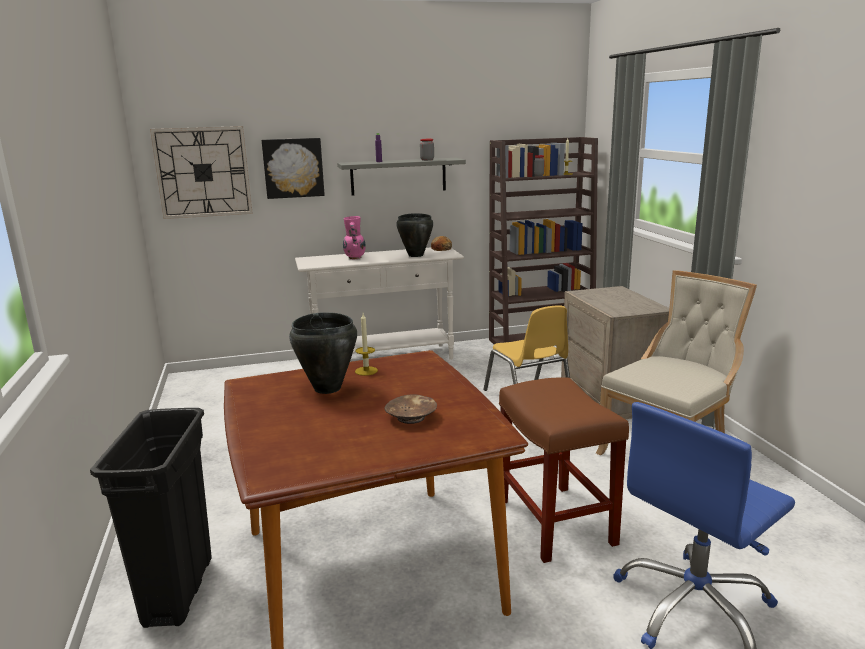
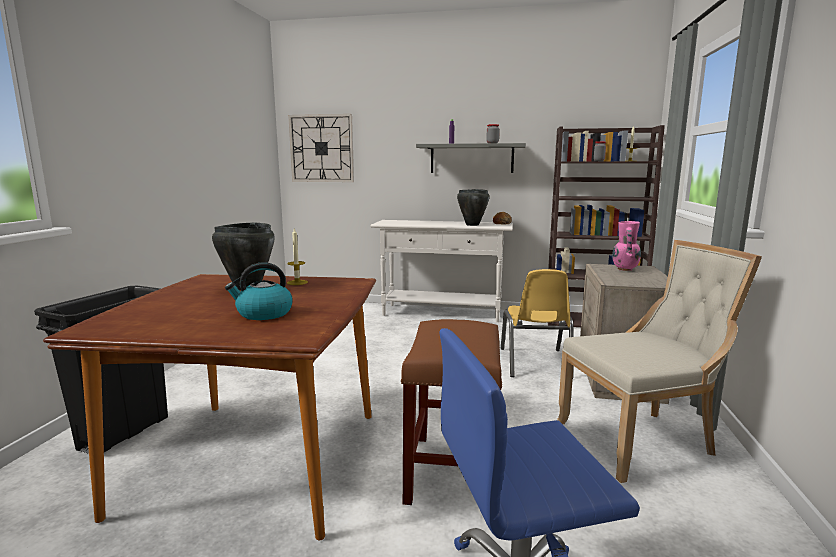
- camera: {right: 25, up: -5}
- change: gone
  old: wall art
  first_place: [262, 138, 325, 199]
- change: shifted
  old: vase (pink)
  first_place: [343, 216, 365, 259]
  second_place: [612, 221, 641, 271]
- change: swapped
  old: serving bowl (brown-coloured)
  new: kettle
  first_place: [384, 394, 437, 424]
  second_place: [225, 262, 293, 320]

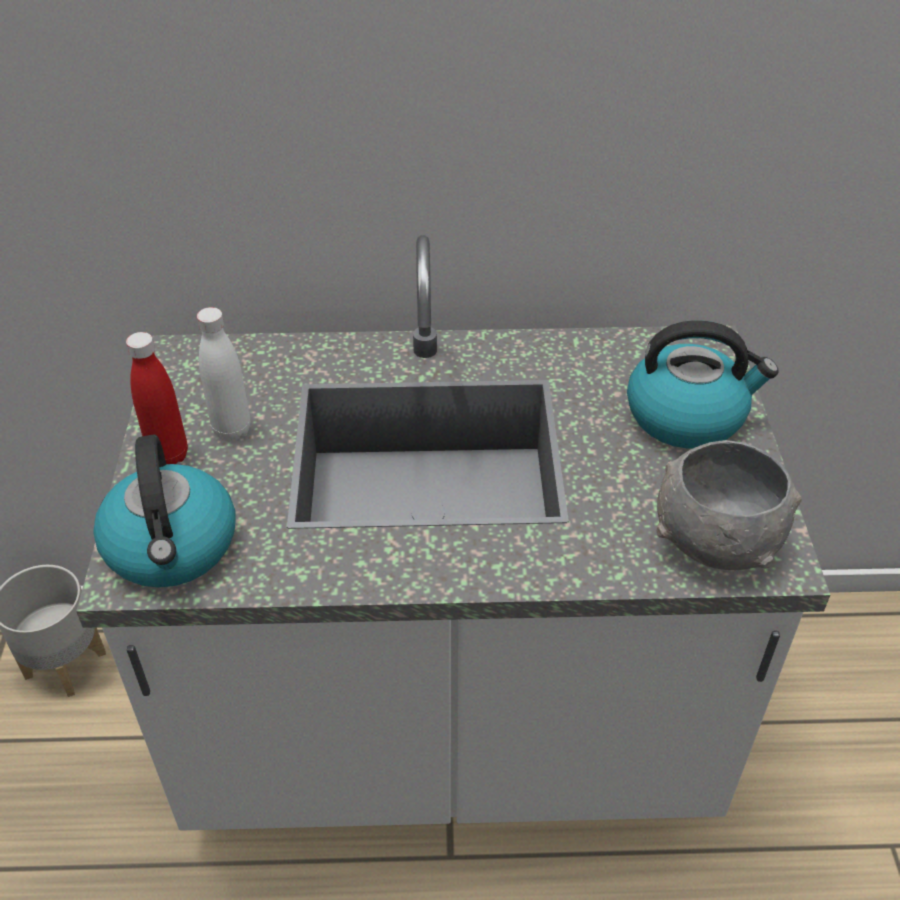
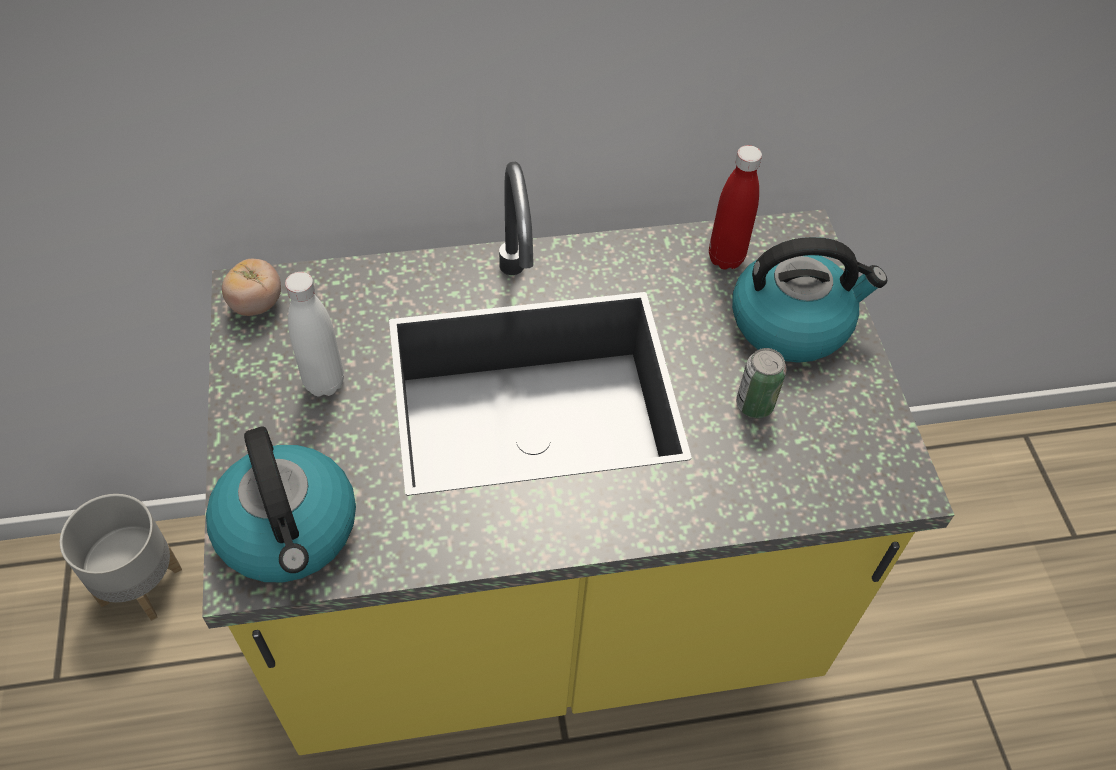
- camera: {right: -10, up: 10}
- change: repainted
  old: counter (white)
  new: counter (yellowish)
  first_place: [76, 235, 830, 831]
  second_place: [202, 162, 954, 755]
- change: shifted
  old: drink bottle (red-coloured)
  first_place: [126, 332, 188, 464]
  second_place: [709, 145, 762, 270]
- change: gone
  old: serving bowl (gray)
  first_place: [657, 440, 802, 570]
- change: new
  new: whole tomato
  second_place: [222, 259, 281, 316]
- change: new
  new: sealed can
  second_place: [736, 348, 787, 418]

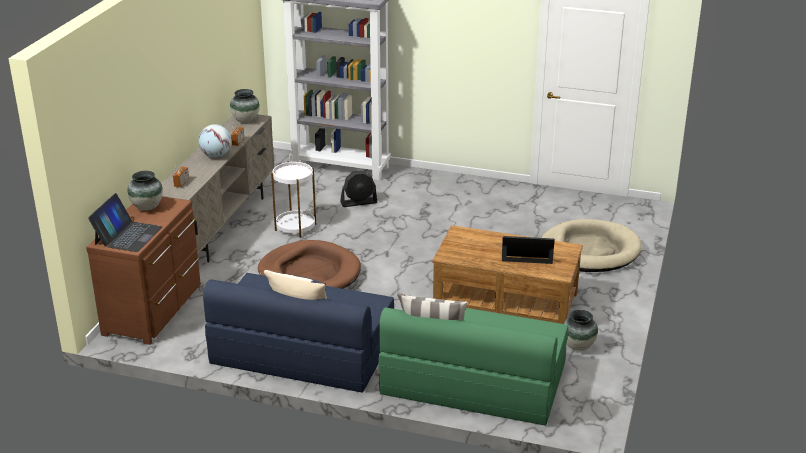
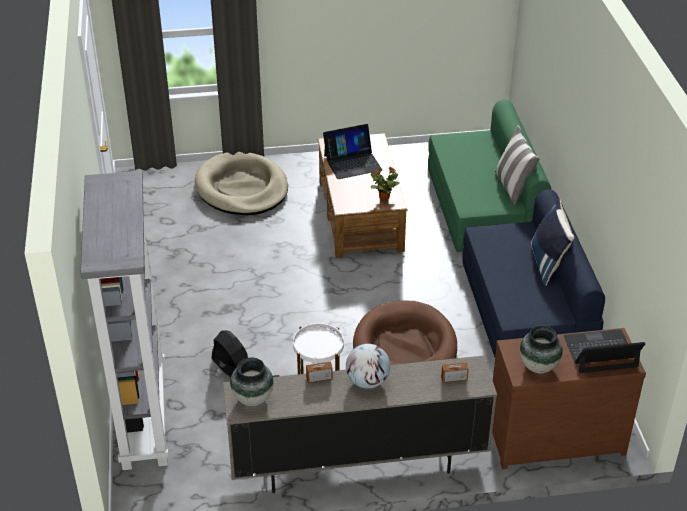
- camera: {right: -115, up: 10}
- change: rotated
  old: laptop
  first_place: [502, 236, 555, 264]
  second_place: [323, 124, 382, 179]
  degrees: -90
- change: gone
  old: vase
  first_place: [564, 310, 598, 351]
- change: new
  new: houseplant
  second_place: [371, 167, 400, 200]

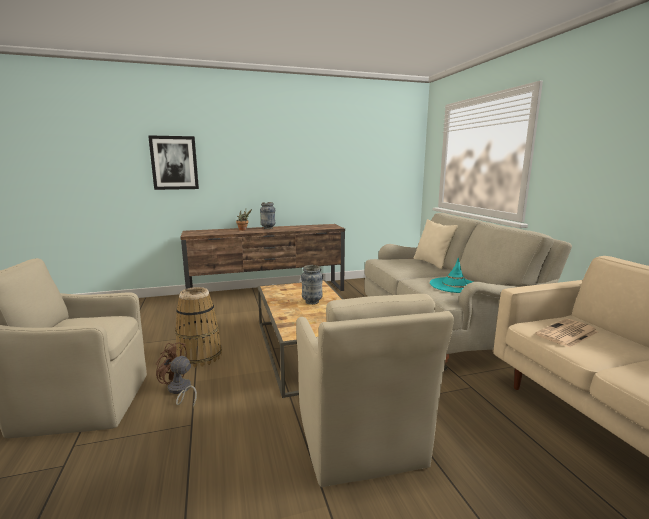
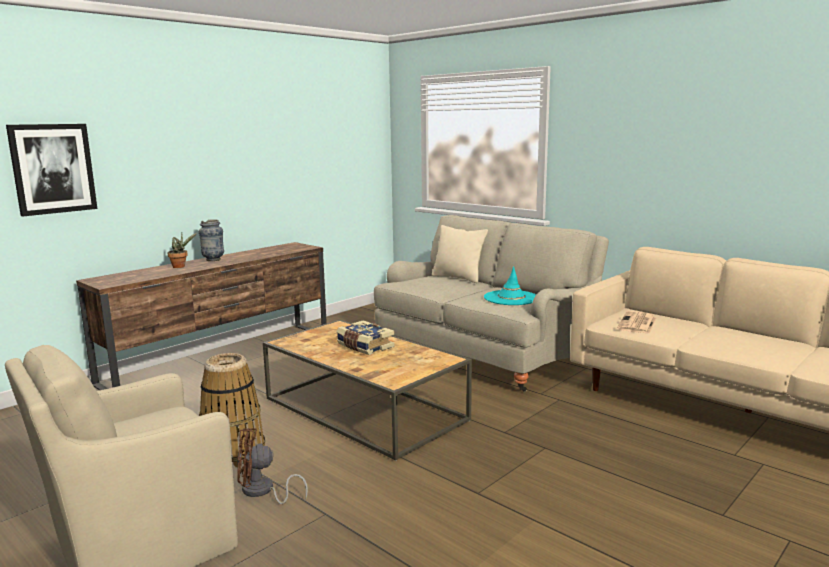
- camera: {right: -30, up: 0}
- change: gone
  old: easy chair (beige)
  first_place: [296, 294, 454, 487]
- change: swapped
  old: vase
  new: book
  first_place: [301, 265, 323, 305]
  second_place: [337, 320, 395, 355]

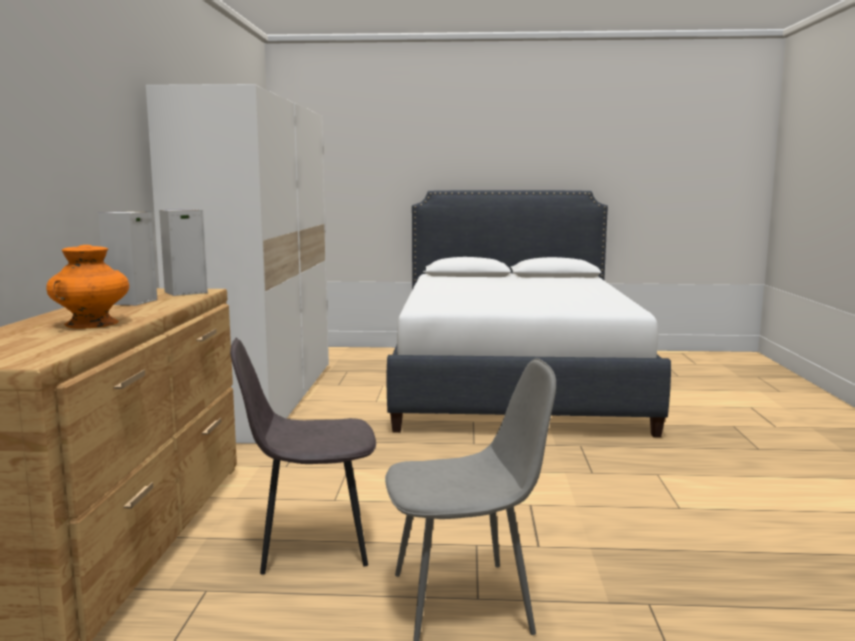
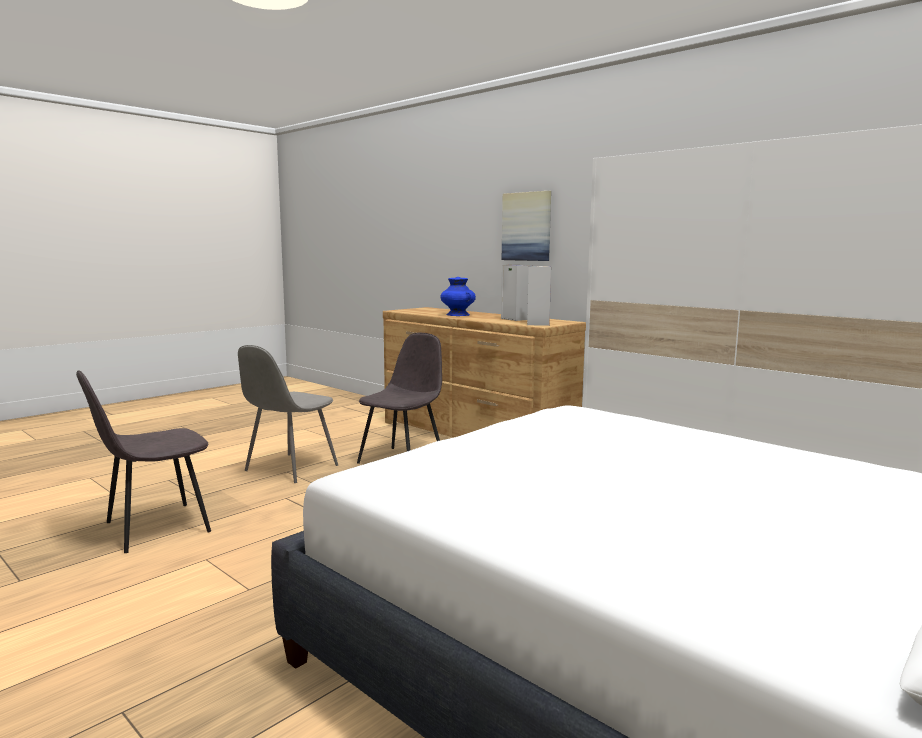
- camera: {right: 130, up: 0}
- change: repainted
  old: vase (orange-coloured)
  new: vase (blue-coloured)
  first_place: [46, 245, 129, 329]
  second_place: [440, 277, 476, 316]
- change: new
  new: upright chair (gray)
  second_place: [76, 370, 211, 553]
- change: new
  new: wall art
  second_place: [502, 191, 551, 261]

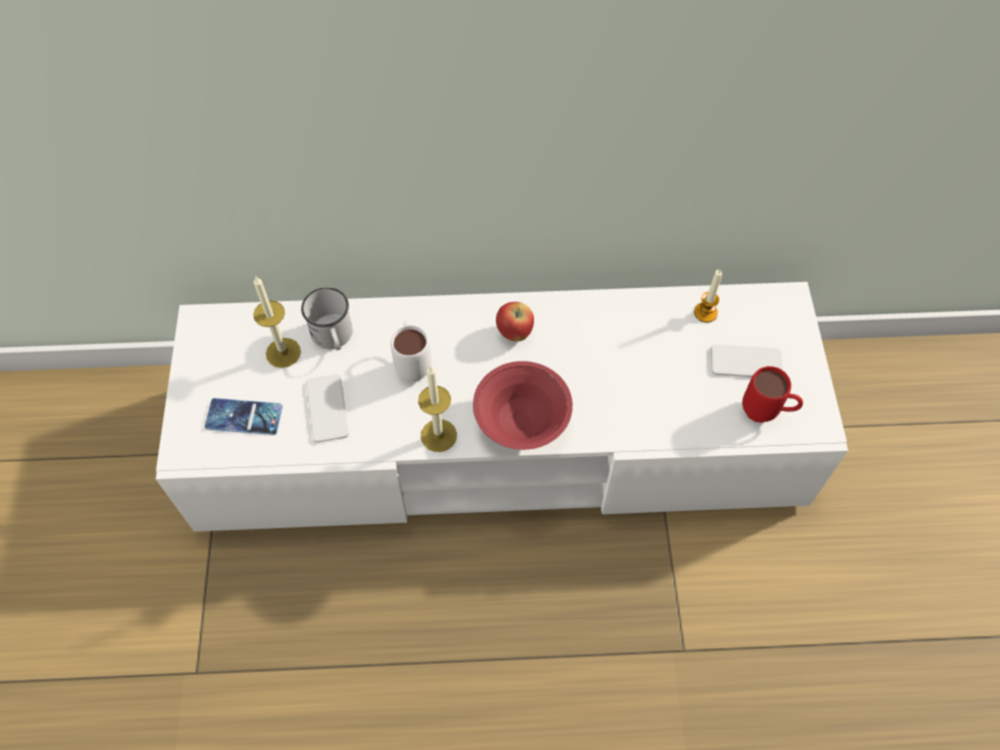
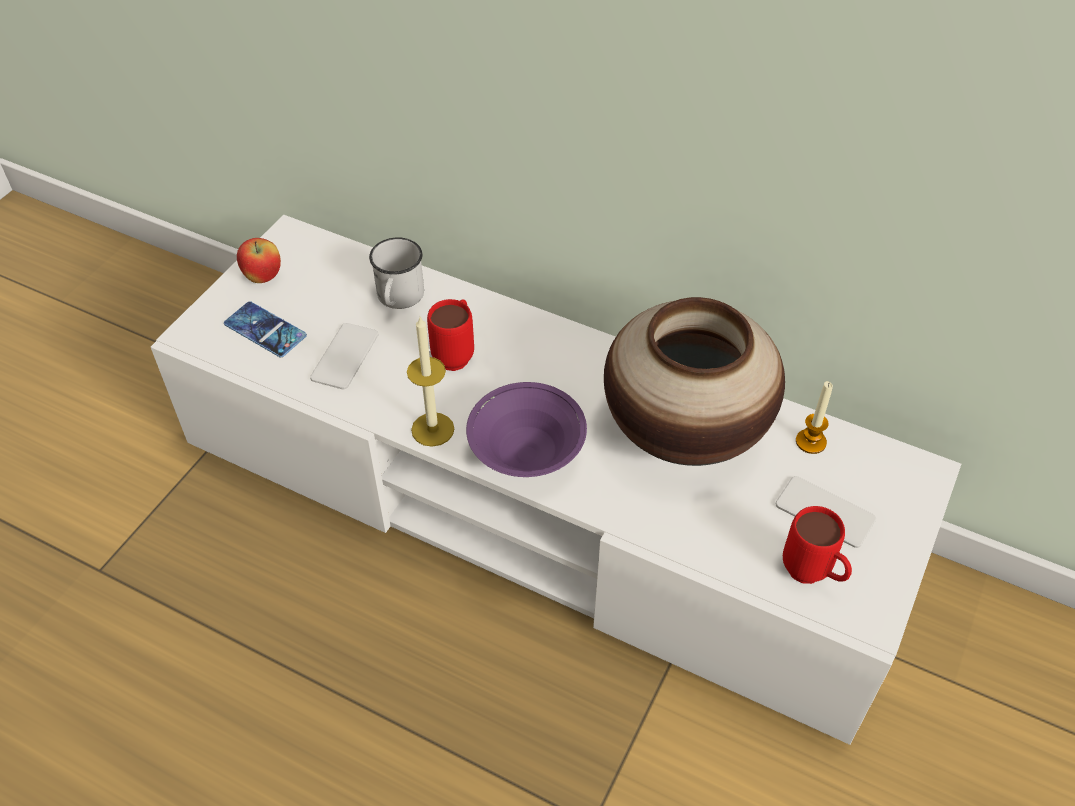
- camera: {right: 30, up: -10}
- change: gone
  old: wax light
  first_place: [253, 276, 301, 368]
- change: repainted
  old: tea mug (white)
  new: tea mug (red-coloured)
  first_place: [390, 321, 432, 382]
  second_place: [427, 299, 474, 371]
- change: repainted
  old: serving bowl (red-coloured)
  new: serving bowl (purple-coloured)
  first_place: [473, 361, 573, 450]
  second_place: [466, 382, 587, 477]
- change: shifted
  old: whole apple
  first_place: [496, 302, 534, 342]
  second_place: [237, 238, 281, 283]
- change: new
  new: vase
  second_place: [604, 297, 785, 466]

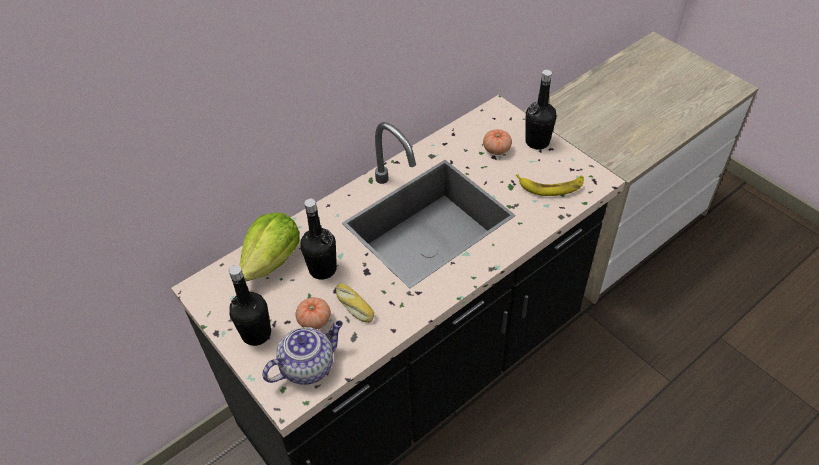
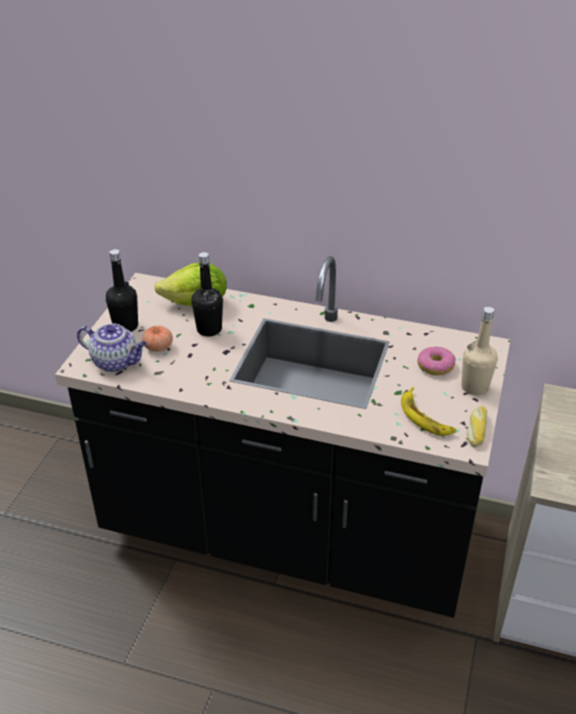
- camera: {right: 55, up: -10}
- change: shifted
  old: bread
  first_place: [336, 283, 374, 323]
  second_place: [467, 406, 487, 447]
- change: swapped
  old: whole tomato
  new: donut
  first_place: [483, 129, 512, 155]
  second_place: [417, 347, 456, 375]
- change: repainted
  old: drink bottle (blackish)
  new: drink bottle (beige)
  first_place: [525, 70, 557, 149]
  second_place: [461, 307, 498, 395]

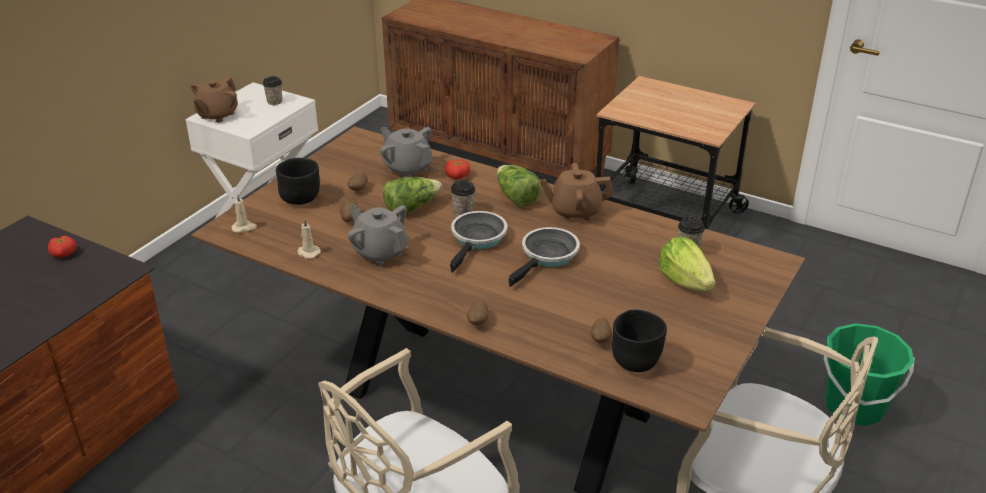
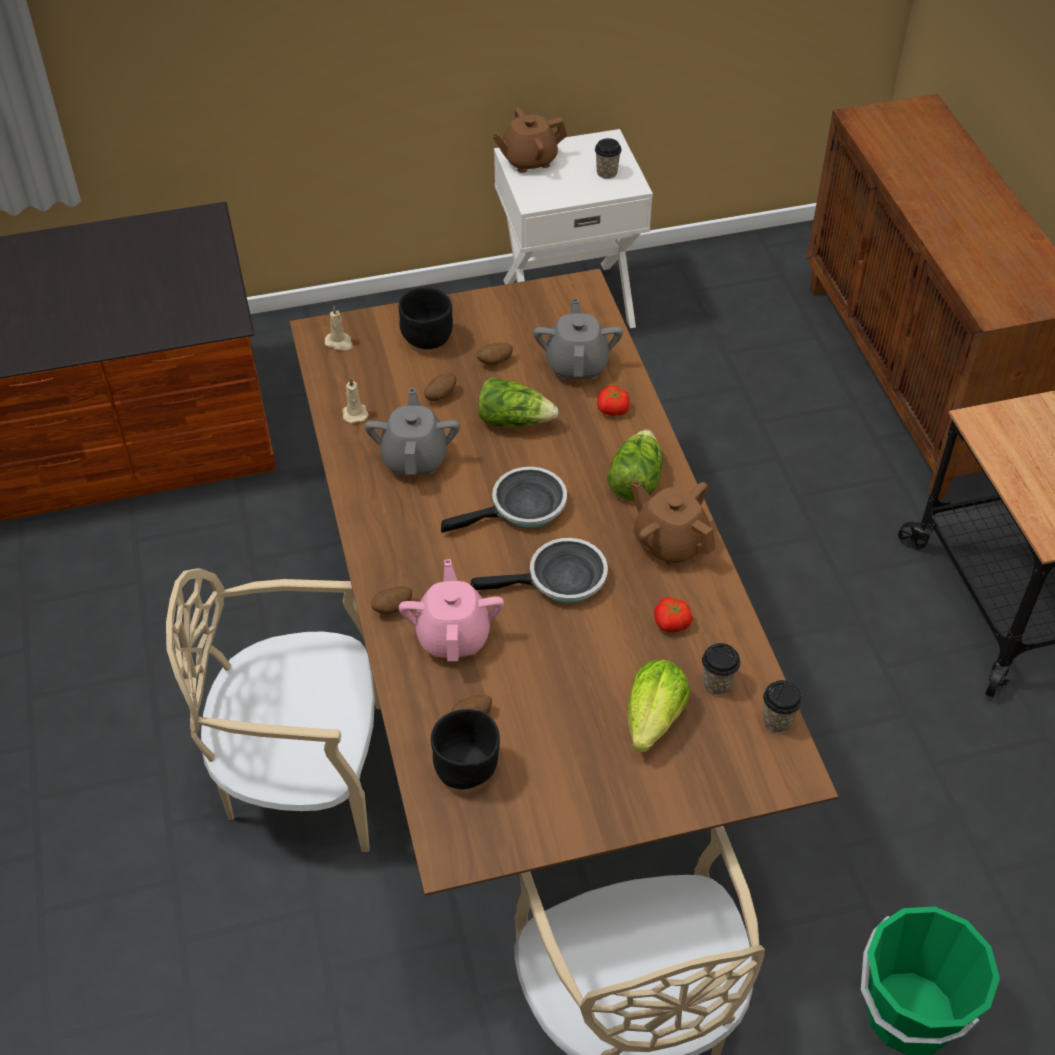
- camera: {right: 45, up: 15}
- change: shifted
  old: whole tomato
  first_place: [48, 236, 77, 258]
  second_place: [654, 598, 693, 632]
- change: shifted
  old: drinking cup
  first_place: [450, 180, 475, 216]
  second_place: [763, 680, 803, 733]
- change: new
  new: tea pot (pink)
  second_place: [399, 559, 504, 661]

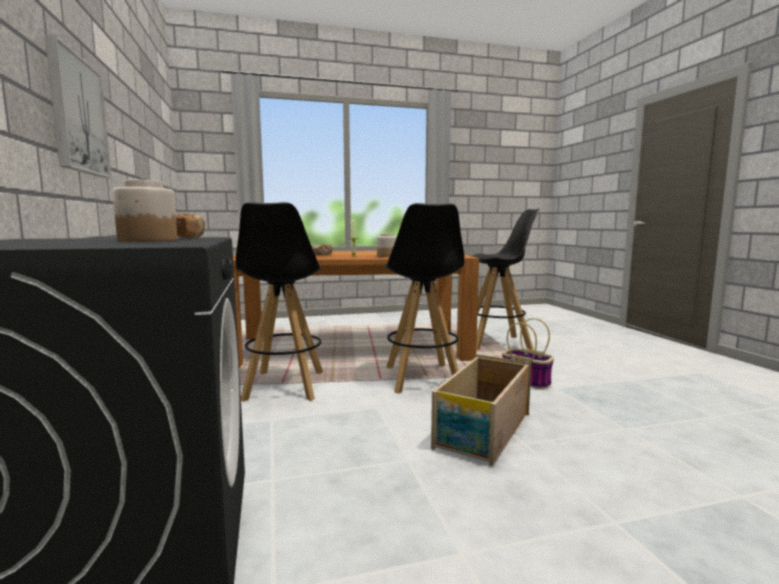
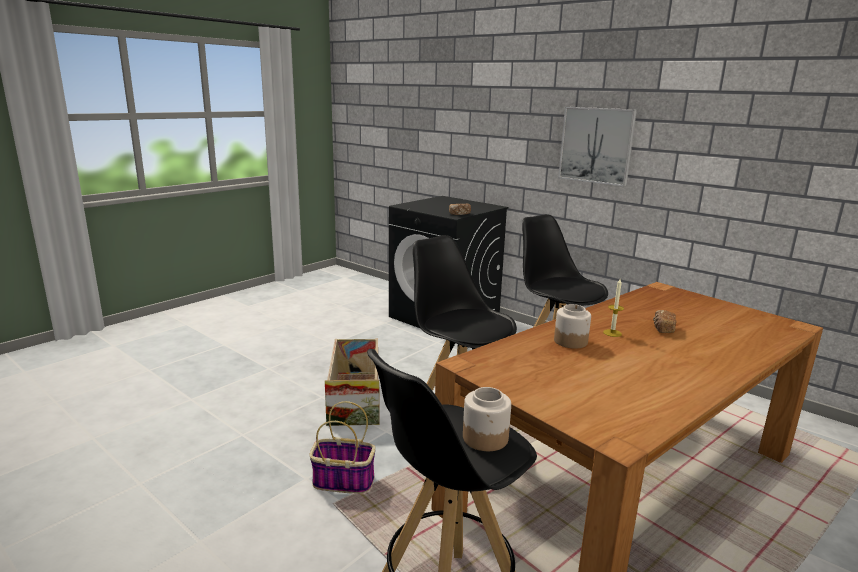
- camera: {right: 145, up: 10}
- change: shifted
  old: storage jar
  first_place: [113, 180, 177, 242]
  second_place: [463, 387, 511, 451]

